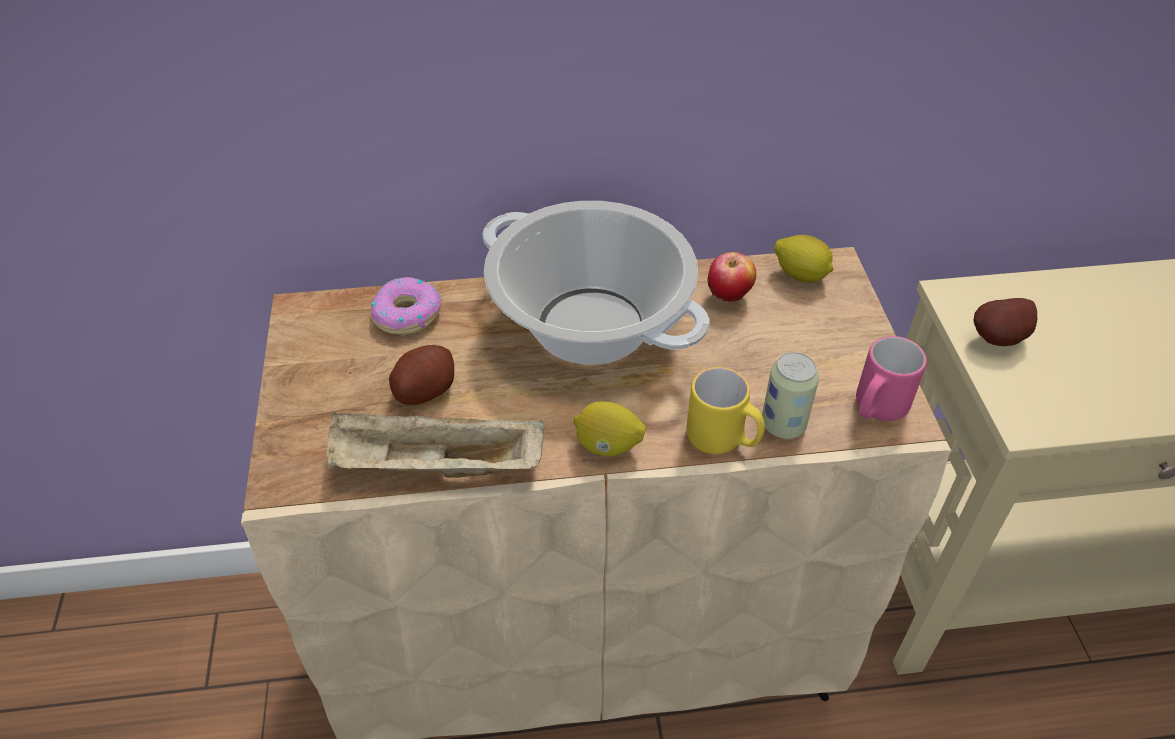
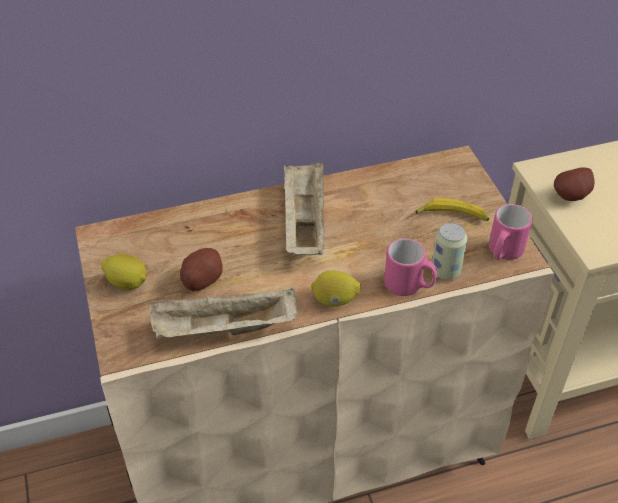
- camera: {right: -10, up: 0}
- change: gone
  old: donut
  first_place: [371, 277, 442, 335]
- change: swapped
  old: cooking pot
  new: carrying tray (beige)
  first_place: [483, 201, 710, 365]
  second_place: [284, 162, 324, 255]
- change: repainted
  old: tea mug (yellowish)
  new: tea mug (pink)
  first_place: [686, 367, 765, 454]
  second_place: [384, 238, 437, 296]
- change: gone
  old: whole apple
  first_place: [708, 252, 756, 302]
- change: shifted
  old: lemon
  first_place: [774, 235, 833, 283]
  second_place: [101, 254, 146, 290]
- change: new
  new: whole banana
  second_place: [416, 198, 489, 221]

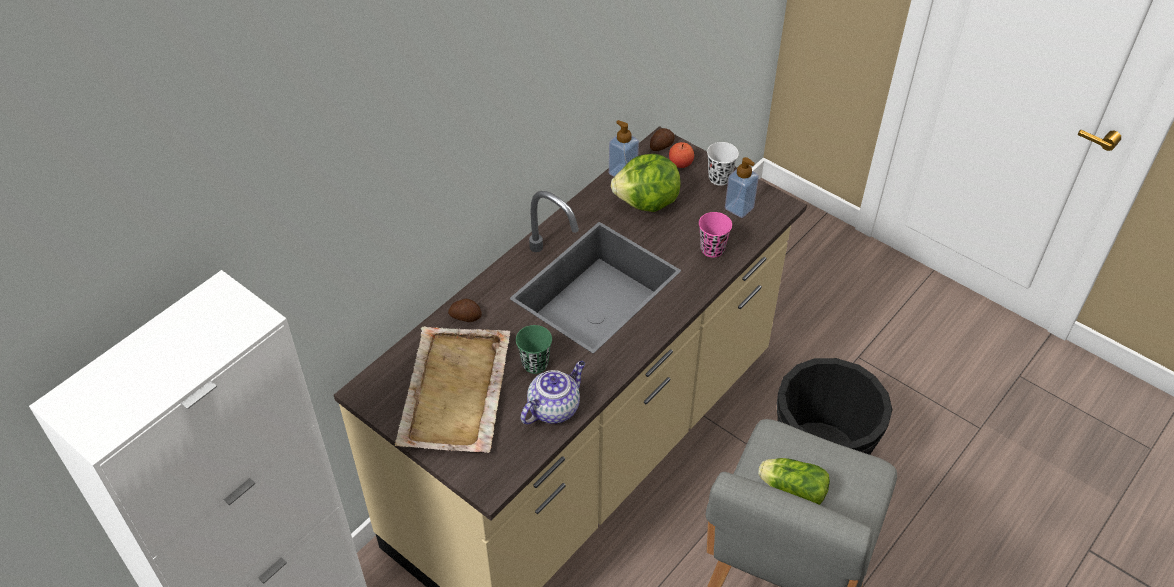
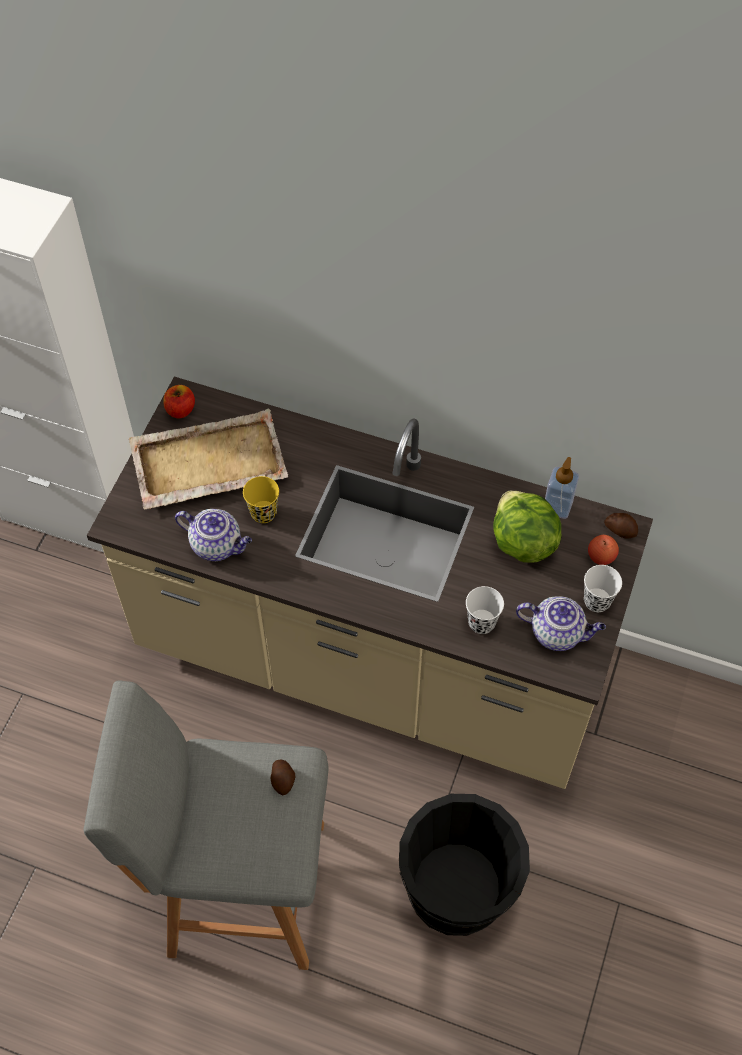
- camera: {right: 70, up: 10}
- change: shifted
  old: potato
  first_place: [448, 299, 482, 322]
  second_place: [271, 760, 295, 795]
- change: repainted
  old: drinking cup (greenish)
  new: drinking cup (yellowish)
  first_place: [516, 325, 552, 374]
  second_place: [243, 476, 279, 523]
- change: repainted
  old: drinking cup (pink)
  new: drinking cup (white)
  first_place: [699, 212, 732, 258]
  second_place: [466, 586, 504, 634]
- change: swapped
  old: soap bottle
  new: tea pot
  first_place: [725, 157, 759, 218]
  second_place: [516, 596, 606, 651]
- change: gone
  old: lettuce
  first_place: [758, 458, 830, 505]
- change: new
  new: whole apple
  second_place: [163, 385, 195, 418]

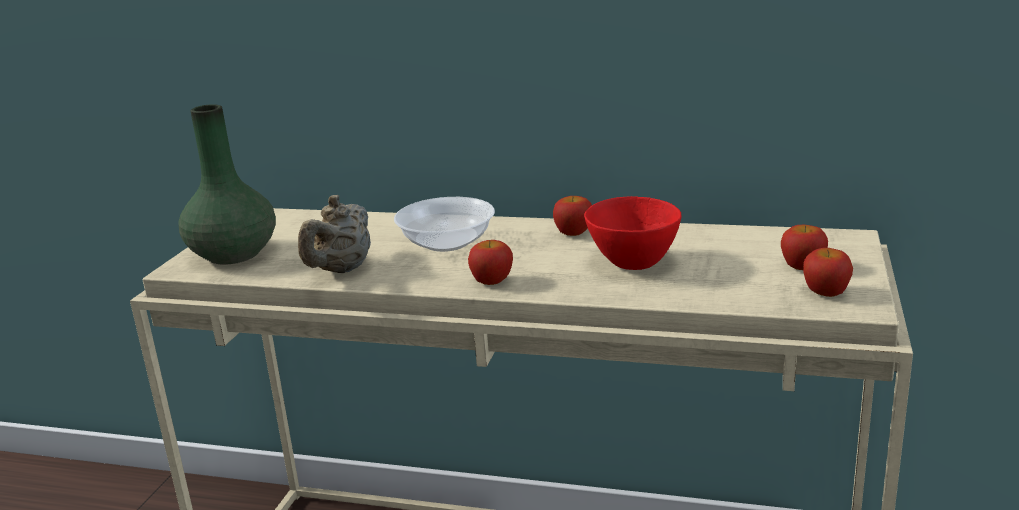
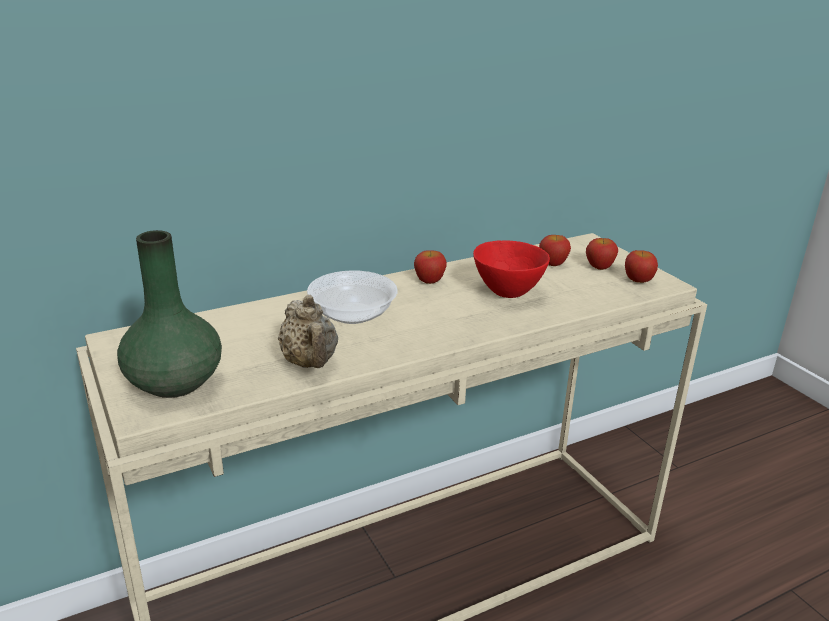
- camera: {right: -45, up: 5}
- change: shifted
  old: whole apple
  first_place: [468, 240, 513, 285]
  second_place: [539, 235, 571, 266]

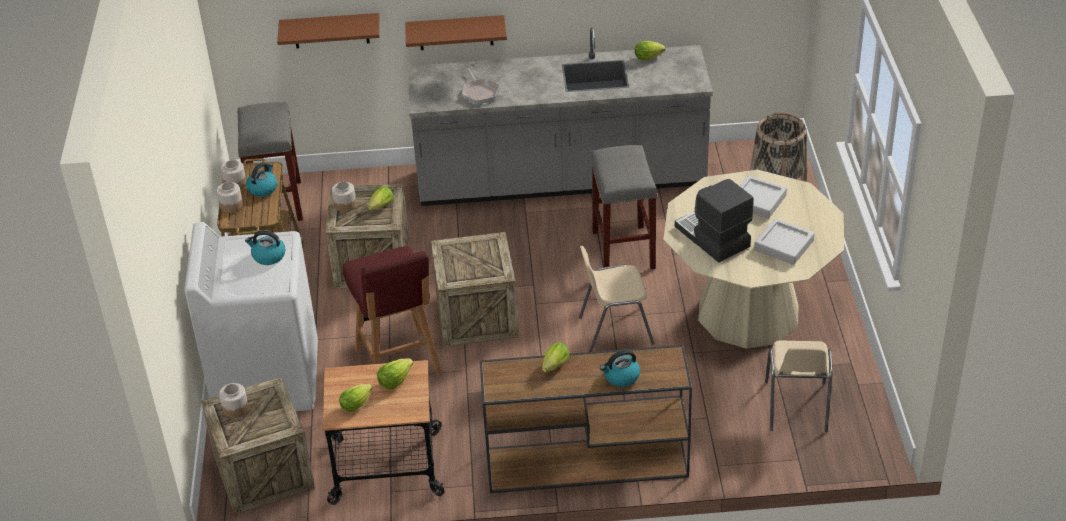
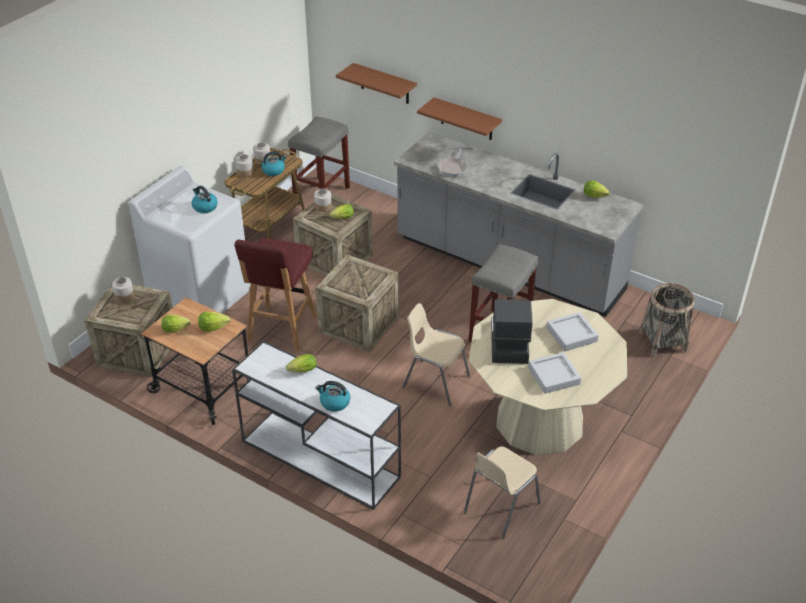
- camera: {right: 35, up: 0}
- change: repainted
  old: narrow table (brown-coloured)
  new: narrow table (white)
  first_place: [480, 345, 692, 493]
  second_place: [232, 341, 401, 510]

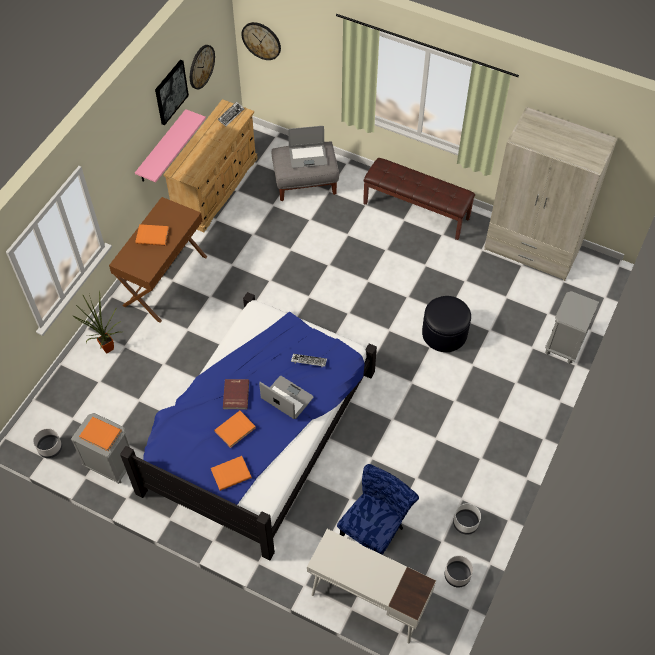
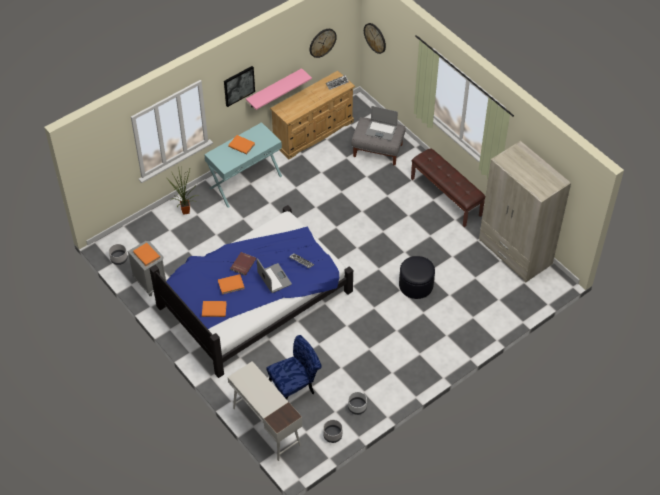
- camera: {right: 25, up: -5}
- change: repainted
  old: narrow table (brown-coloured)
  new: narrow table (turquoise)
  first_place: [109, 197, 207, 323]
  second_place: [204, 122, 282, 208]
- change: shifted
  old: wall art
  first_place: [155, 60, 189, 125]
  second_place: [224, 66, 255, 107]
- change: gone
  old: nightstand (gray)
  first_place: [545, 291, 599, 364]

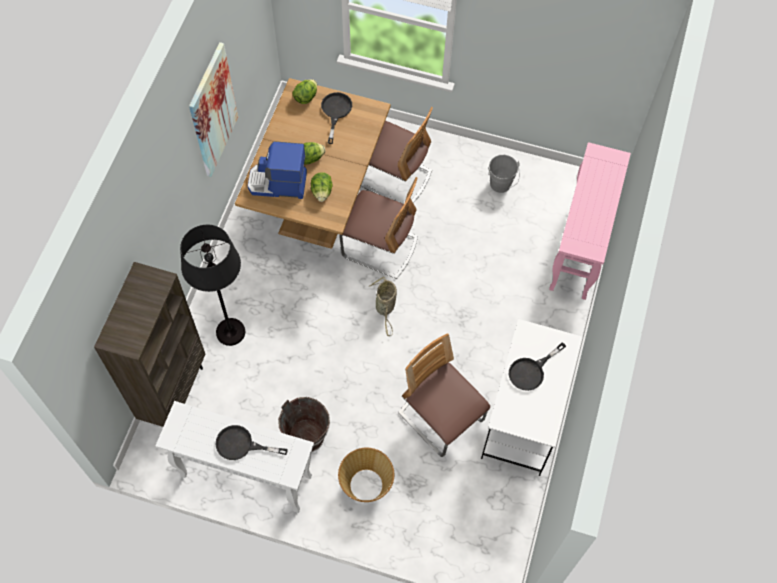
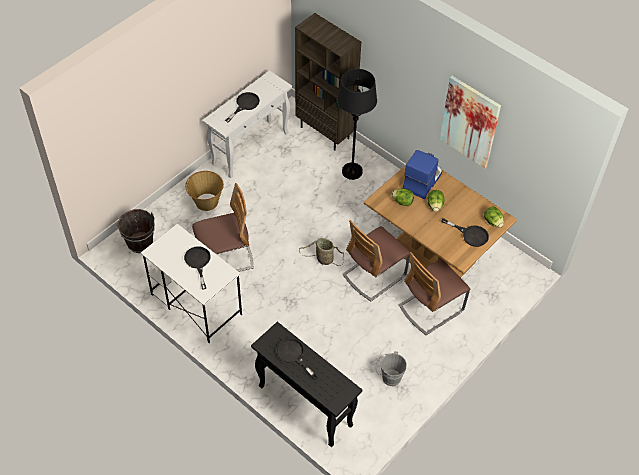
- camera: {right: 115, up: -10}
- change: shifted
  old: pail (brown-coloured)
  first_place: [278, 397, 330, 452]
  second_place: [117, 209, 155, 253]
- change: repainted
  old: narrow table (pink)
  new: narrow table (blackish)
  first_place: [549, 142, 631, 300]
  second_place: [251, 322, 362, 447]
- change: new
  new: pan (blackish)
  second_place: [276, 338, 318, 380]

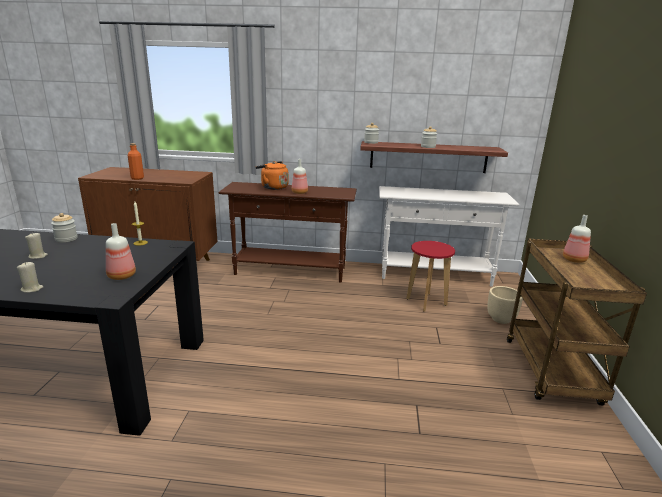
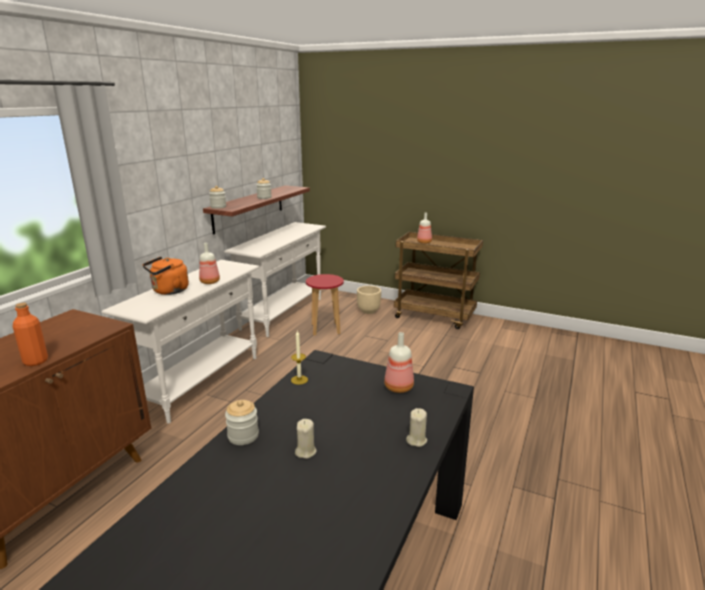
- camera: {right: -70, up: 0}
- change: repainted
  old: narrow table (brown-coloured)
  new: narrow table (white)
  first_place: [219, 182, 357, 282]
  second_place: [102, 260, 259, 423]

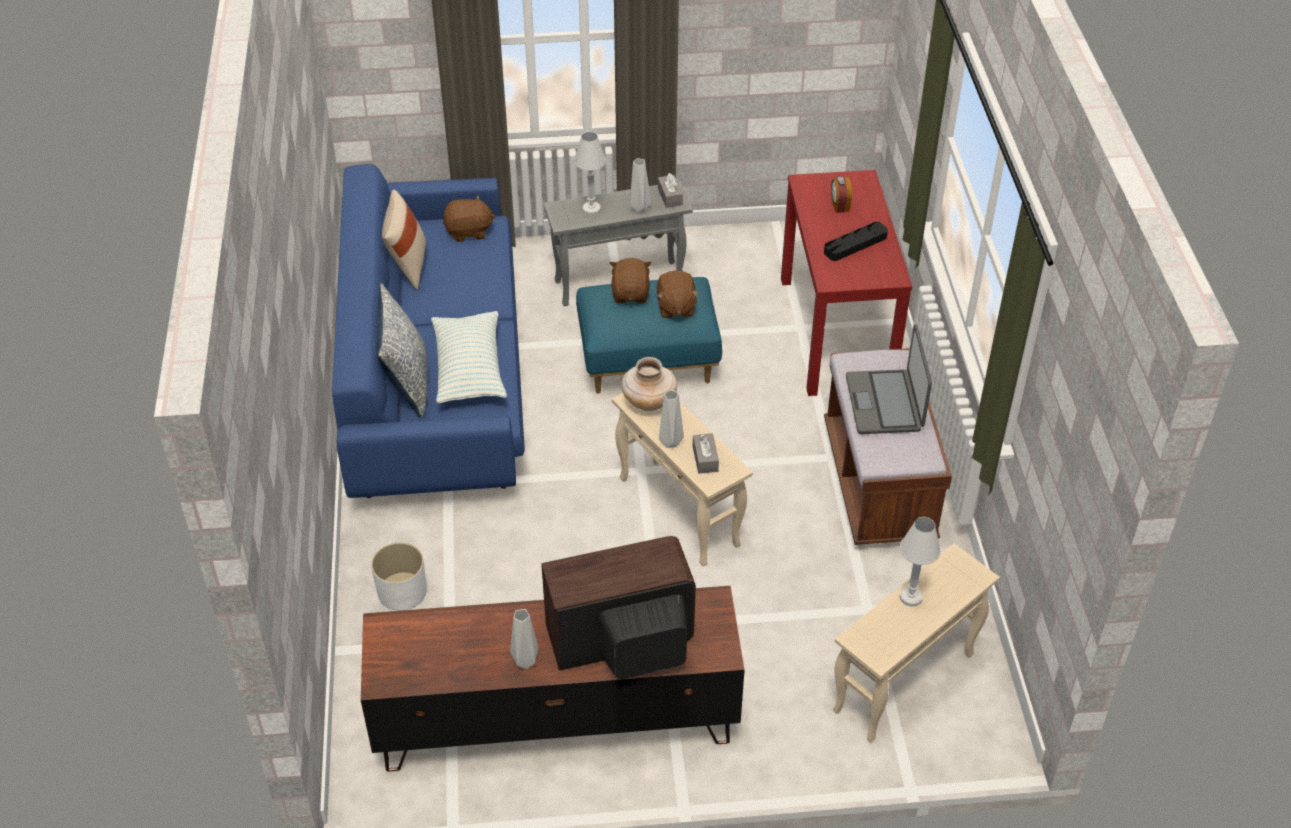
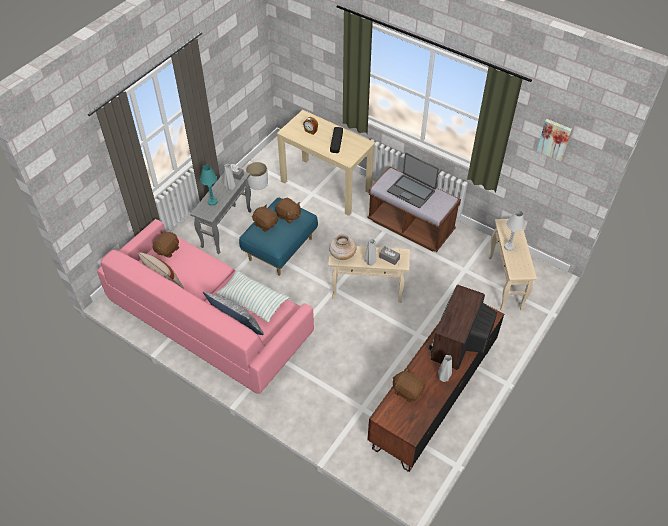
- camera: {right: -50, up: 5}
- change: repainted
  old: sofa (blue-coloured)
  new: sofa (pink)
  first_place: [332, 164, 525, 498]
  second_place: [97, 219, 314, 394]
- change: shifted
  old: planter (white)
  first_place: [371, 543, 427, 611]
  second_place: [246, 162, 268, 190]
- change: repainted
  old: table lamp (white)
  new: table lamp (turquoise)
  first_place: [574, 132, 606, 215]
  second_place: [200, 165, 218, 206]
- change: repainted
  old: narrow table (red-coloured)
  new: narrow table (beige)
  first_place: [781, 170, 913, 396]
  second_place: [277, 110, 375, 216]
- change: new
  new: cuddly toy (brown-coloured)
  second_place: [393, 368, 425, 402]
- change: new
  new: wall art
  second_place: [536, 119, 572, 162]

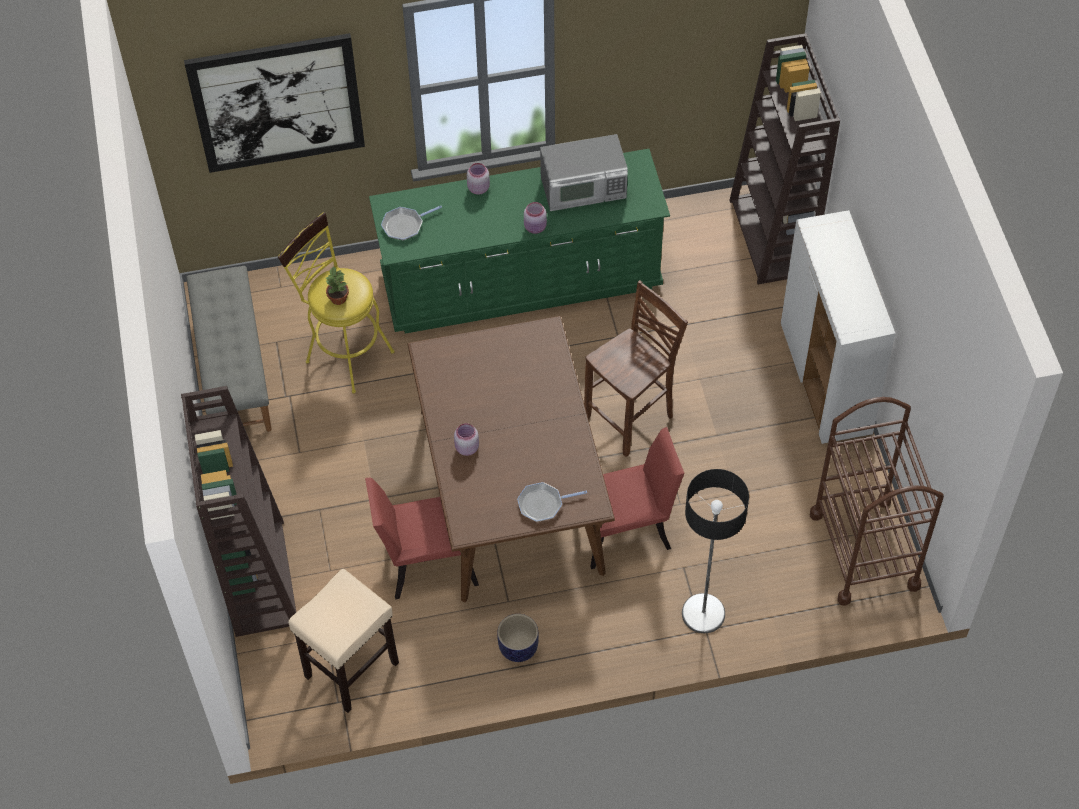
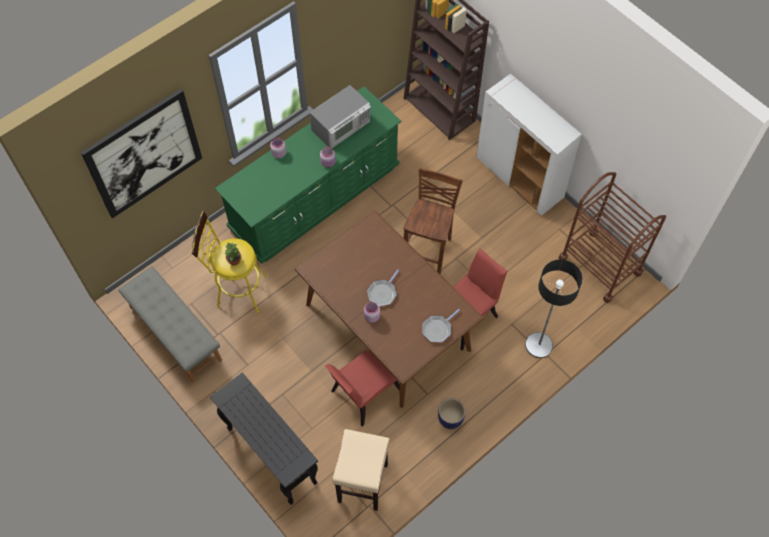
- camera: {right: -30, up: 5}
- change: swapped
  old: bookshelf (brown-coloured)
  new: narrow table (blackish)
  first_place: [181, 386, 296, 637]
  second_place: [210, 372, 318, 505]
- change: shifted
  old: pan
  first_place: [381, 206, 442, 241]
  second_place: [367, 269, 399, 306]

